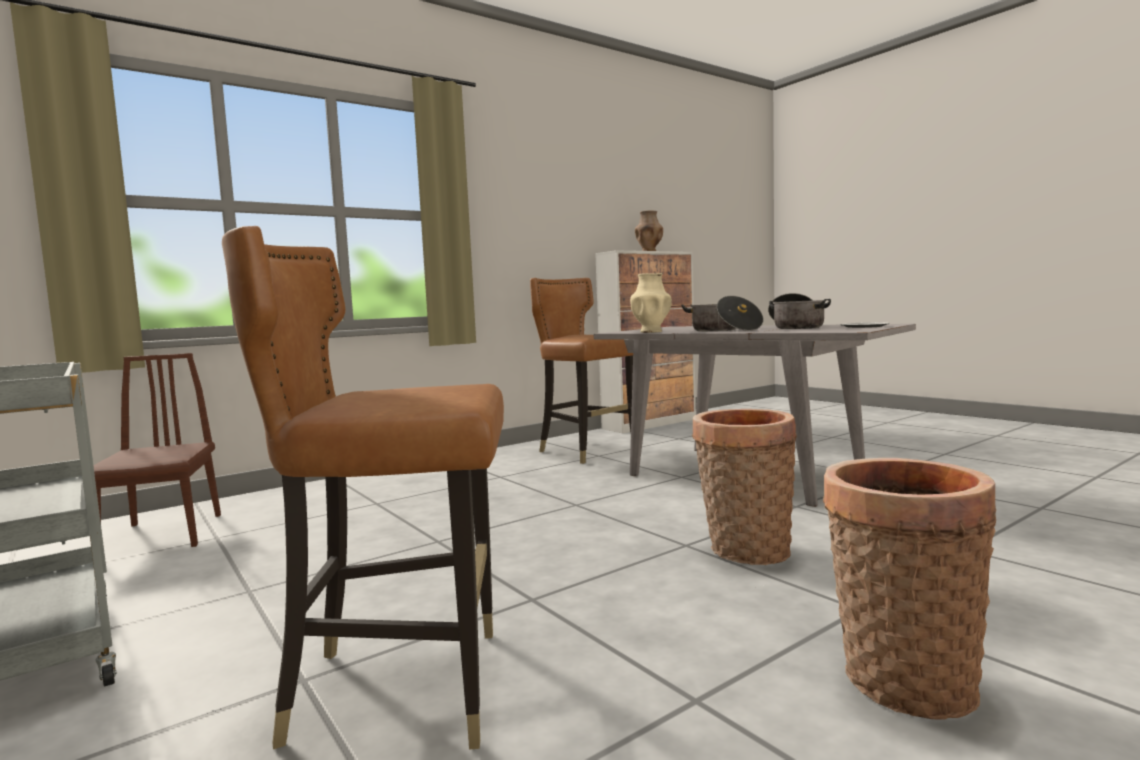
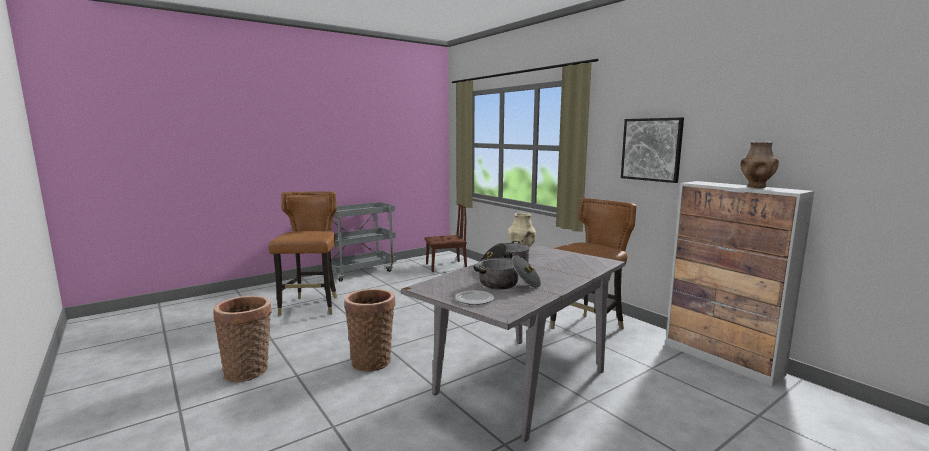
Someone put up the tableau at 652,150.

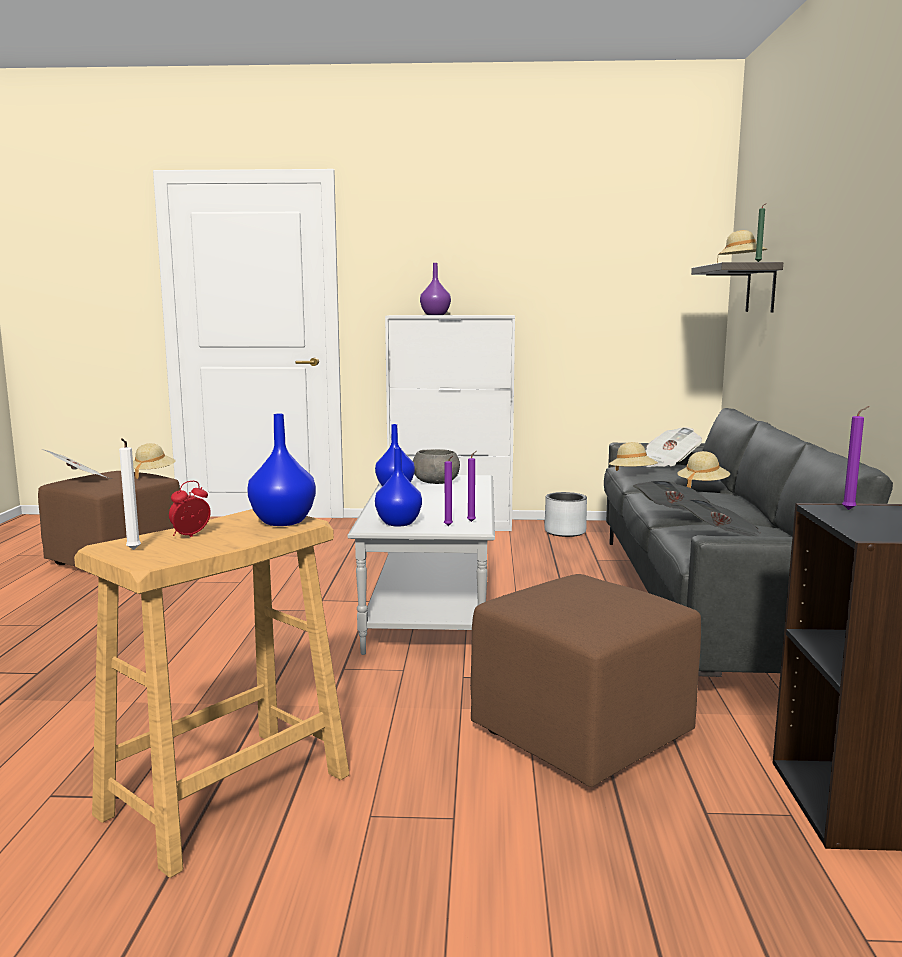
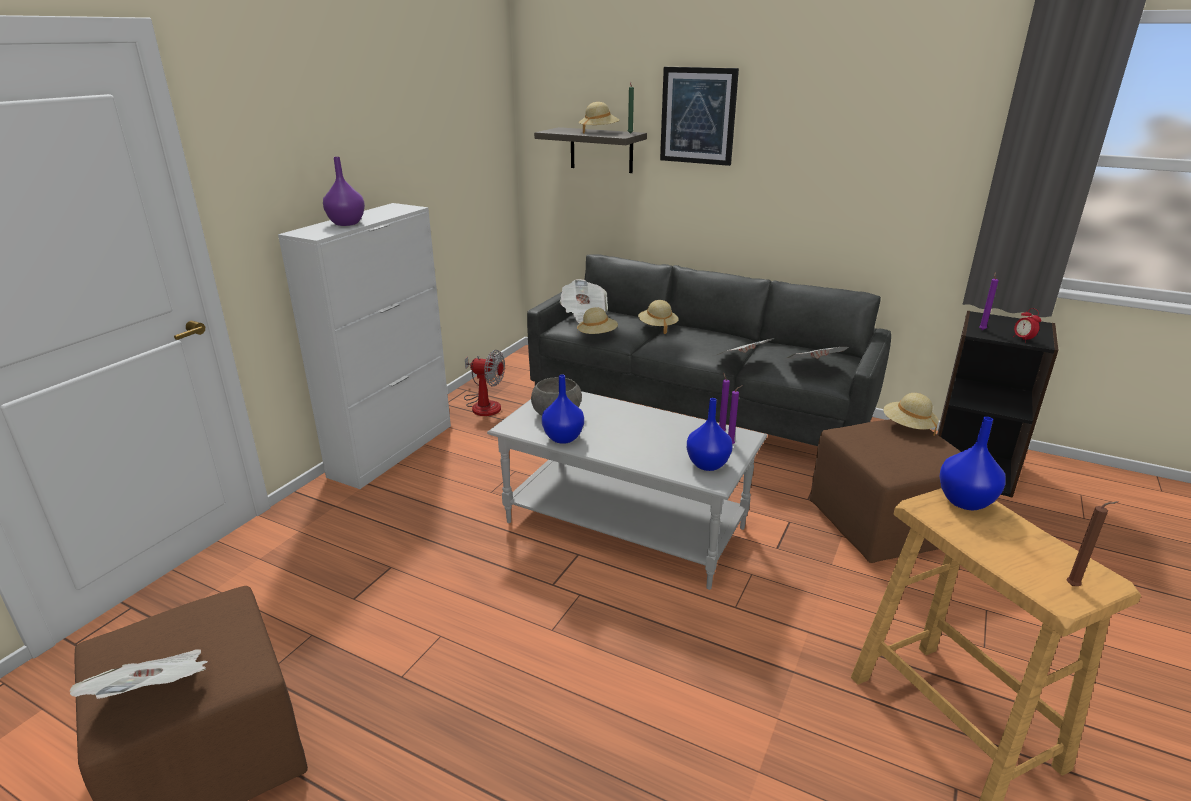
Someone repainted the bougie [blanc] at 130,494, which became the bougie [marron] at 1092,543.
Someone carried the chapeau [beige] from 154,461 to 910,414.
Someone carried the réveil from 190,509 to 1027,325.
Someone swapped the cache-pot [gris] at 565,514 for the ventilateur at 484,383.
Someone put up the tableau at 699,116.

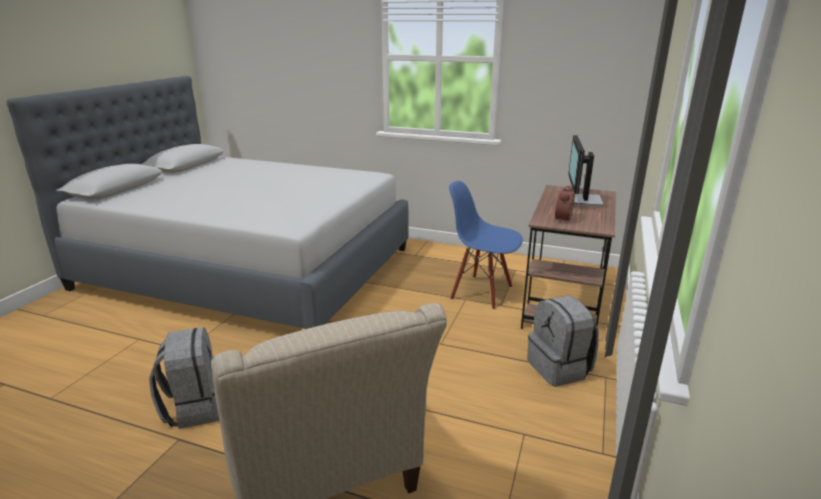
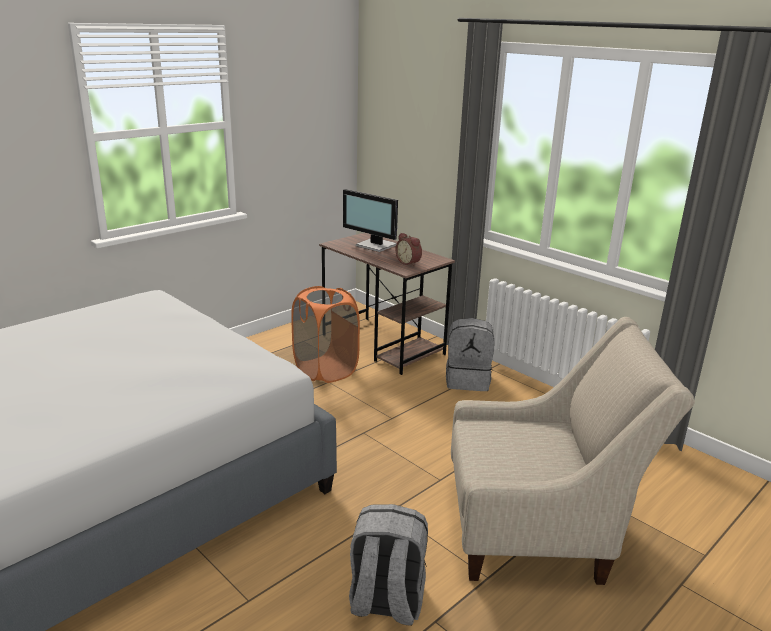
Someone swapped the chaise [bleu] at 486,245 for the panier à linge [orange] at 325,334.

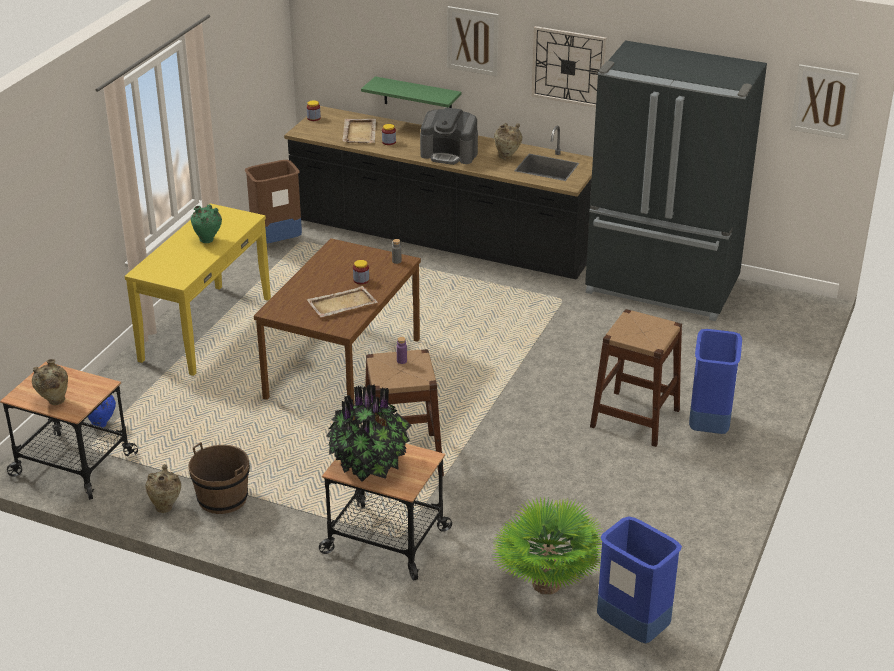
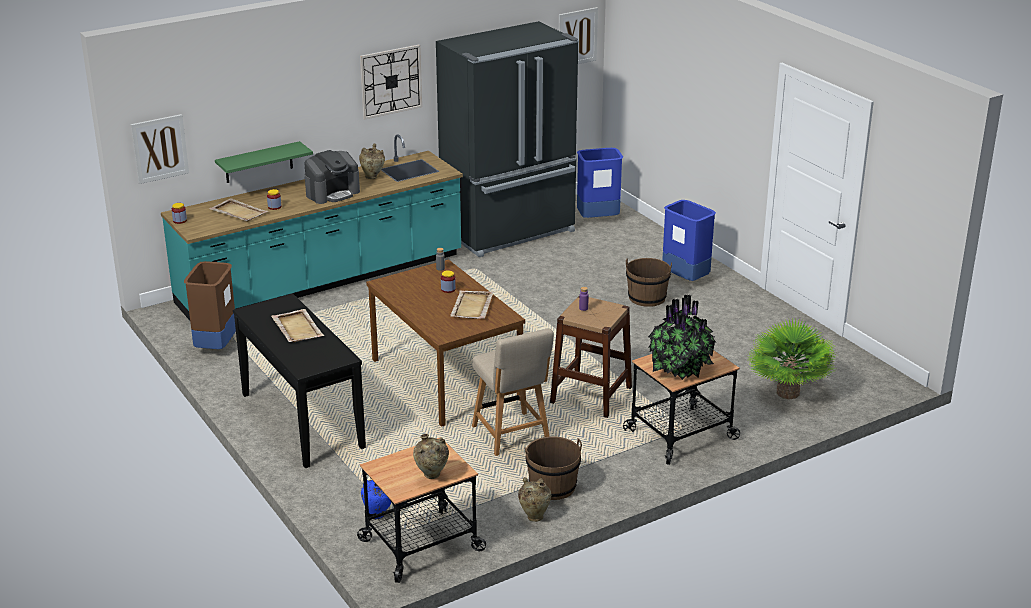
Someone repainted the table console [jaune] at 198,289, which became the table console [noir] at 299,381.
Someone swapped the vase [vert] at 206,223 for the plateau [beige] at 297,325.
Someone repainted the comptoir de cuisine [noir] at 438,193, which became the comptoir de cuisine [turquoise] at 312,227.
Someone carried the tableau from 473,41 to 160,149.
Someone swapped the tabouret [marron] at 636,378 for the seau [marron] at 649,282.
Someone carried the poubelle [bleu] from 639,579 to 600,183.
Someone put down the chaise [beige] at 513,392.

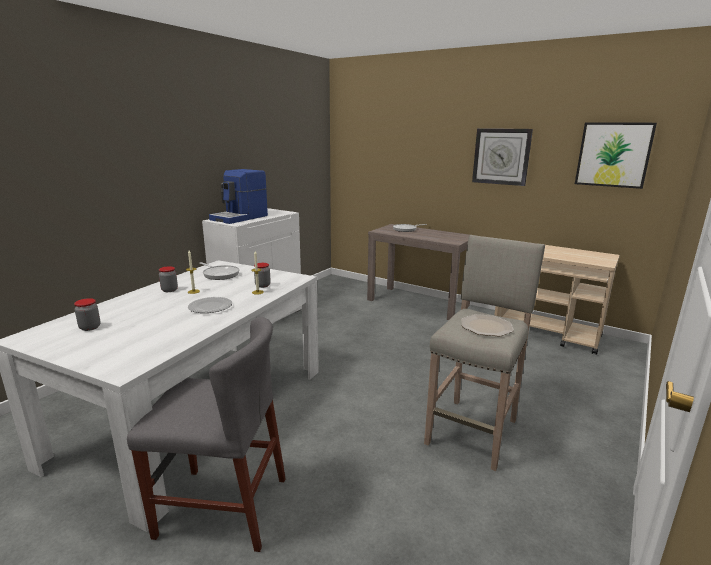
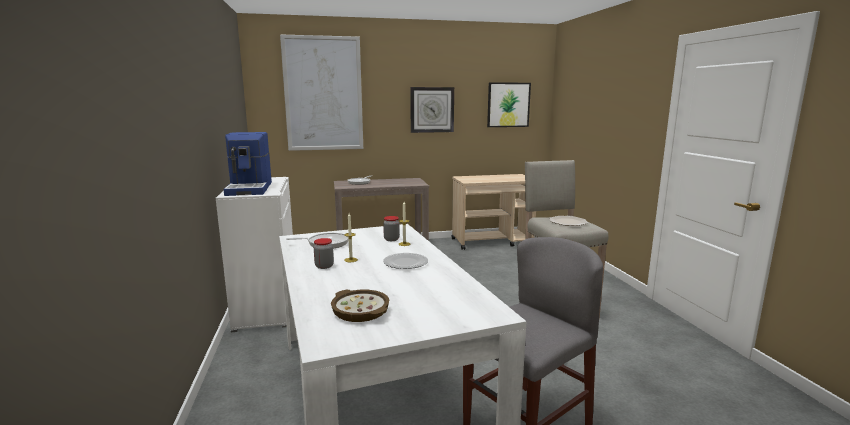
Someone swapped the bocal at 87,314 for the bol at 360,305.
Someone put up the tableau at 321,92.

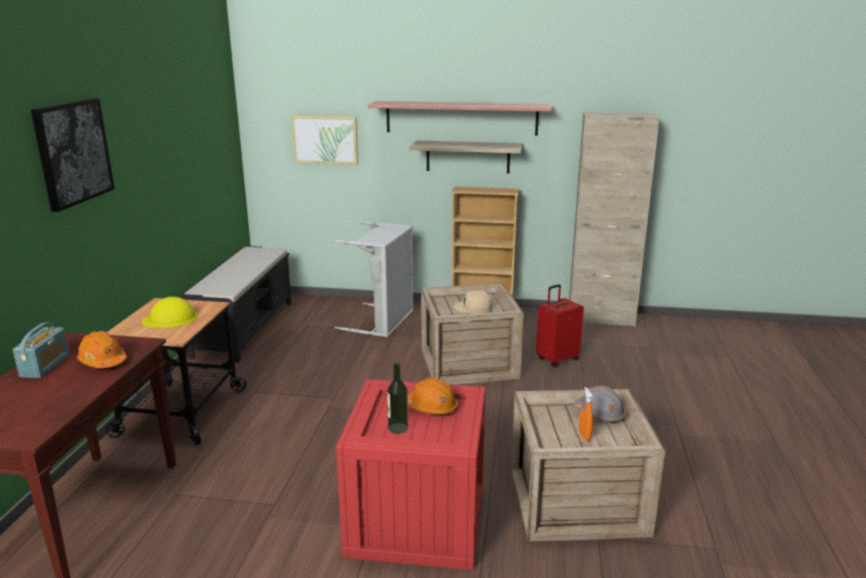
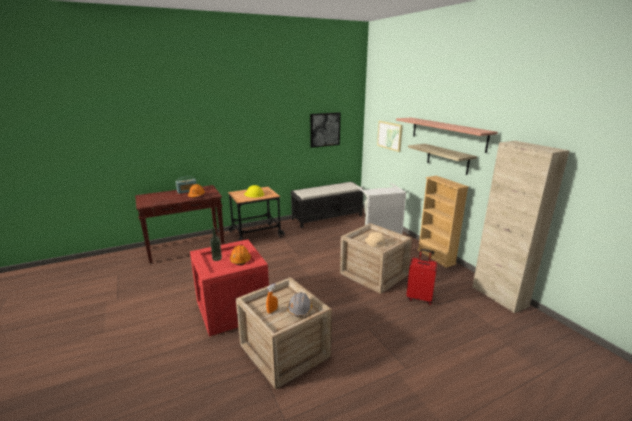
Someone carried the tableau from 73,155 to 325,130.

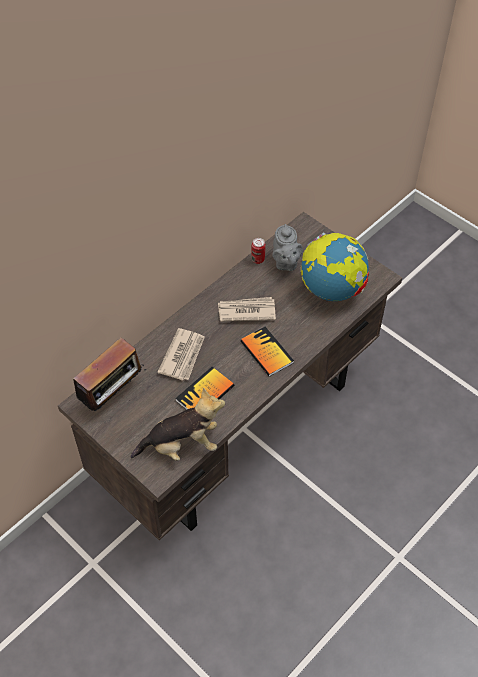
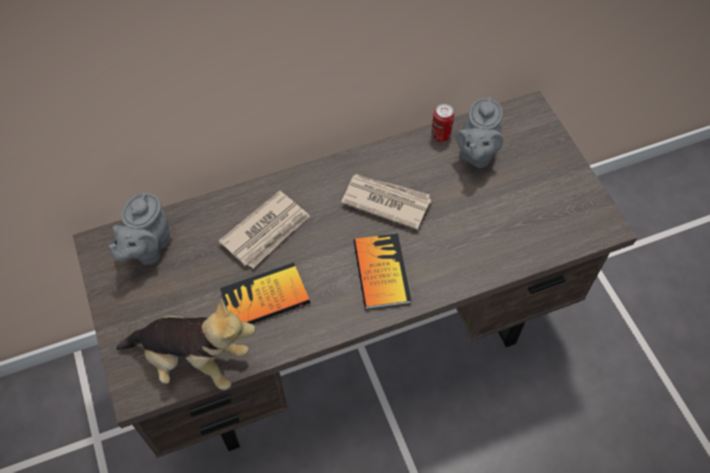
Someone swapped the radio at 105,374 for the théière [gris] at 140,229.
Someone took away the globe at 335,267.

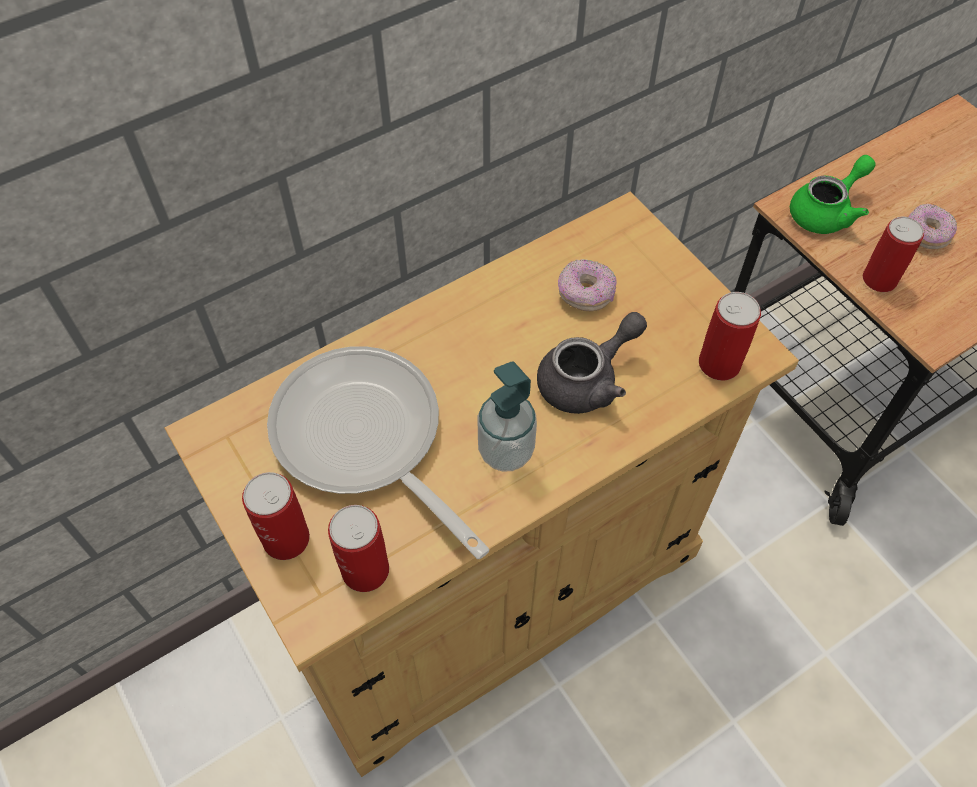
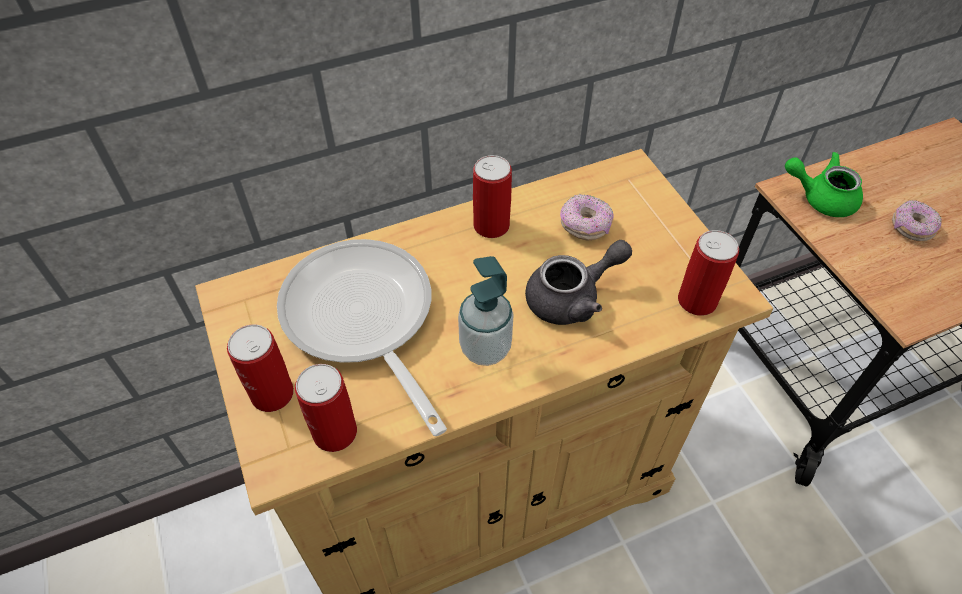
Someone rotated the théière [vert] at 833,194 by 135 degrees counterclockwise.
Someone carried the boîte métallique from 893,254 to 492,196.

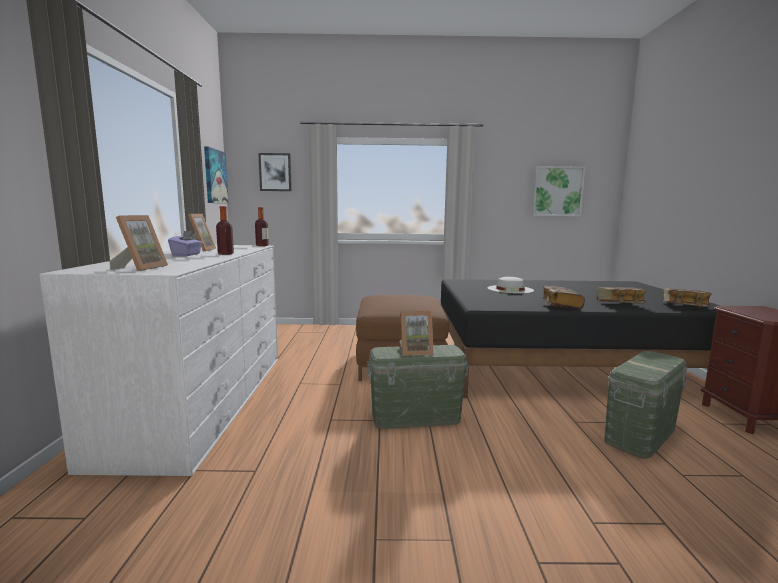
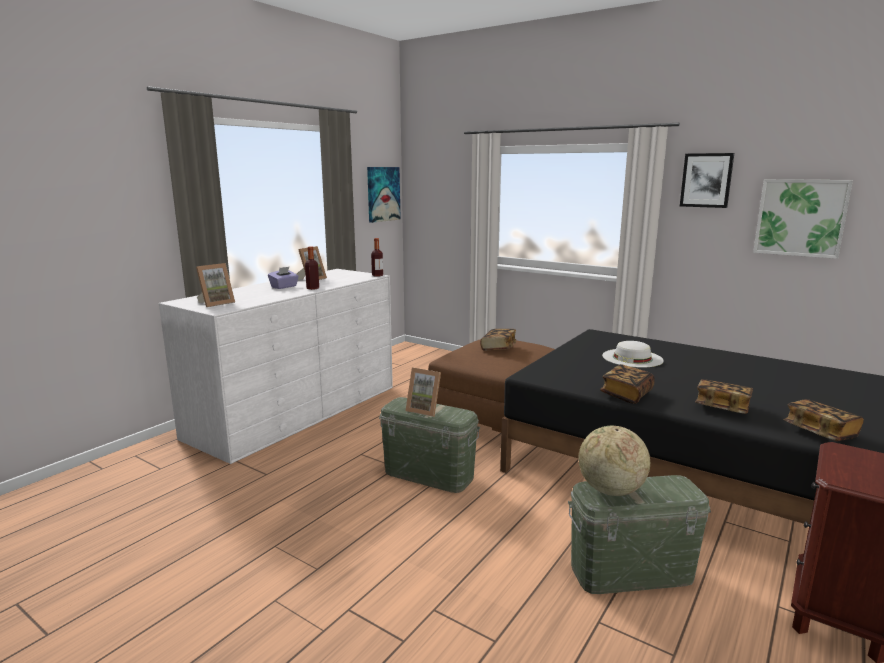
Someone carried the tableau from 275,172 to 707,180.
Someone put down the livre at 499,340.
Someone put down the globe at 614,460.

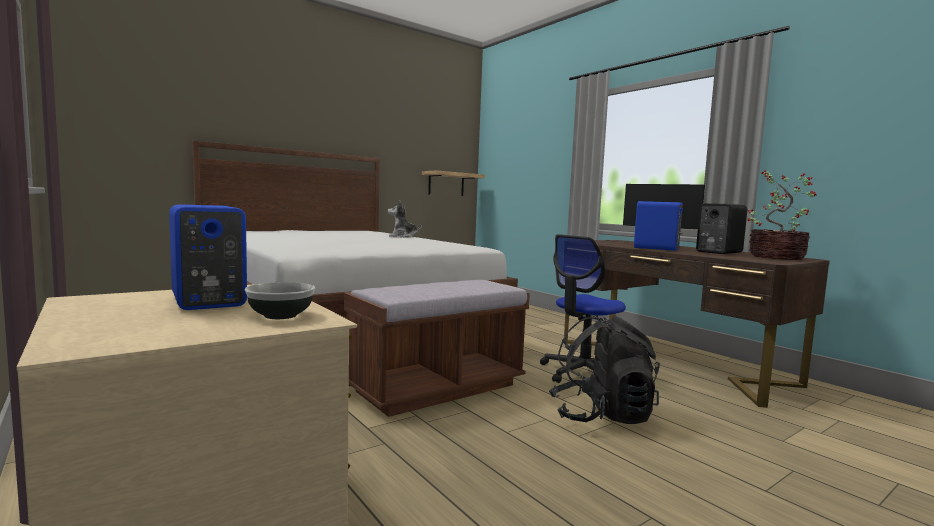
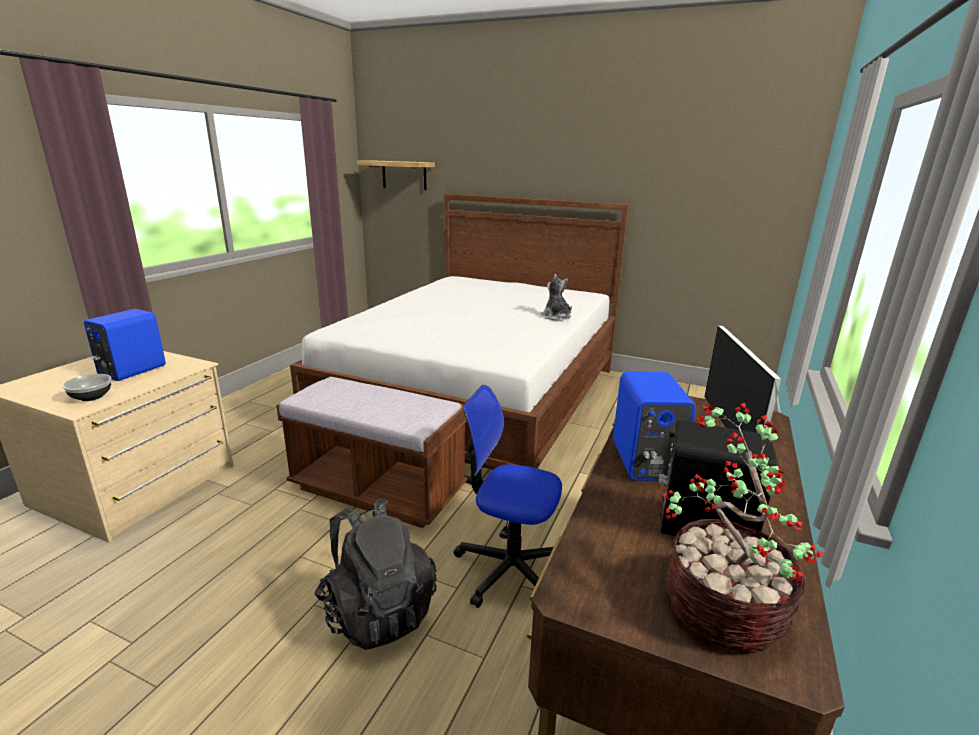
Someone carried the étagère from 453,183 to 396,175.

